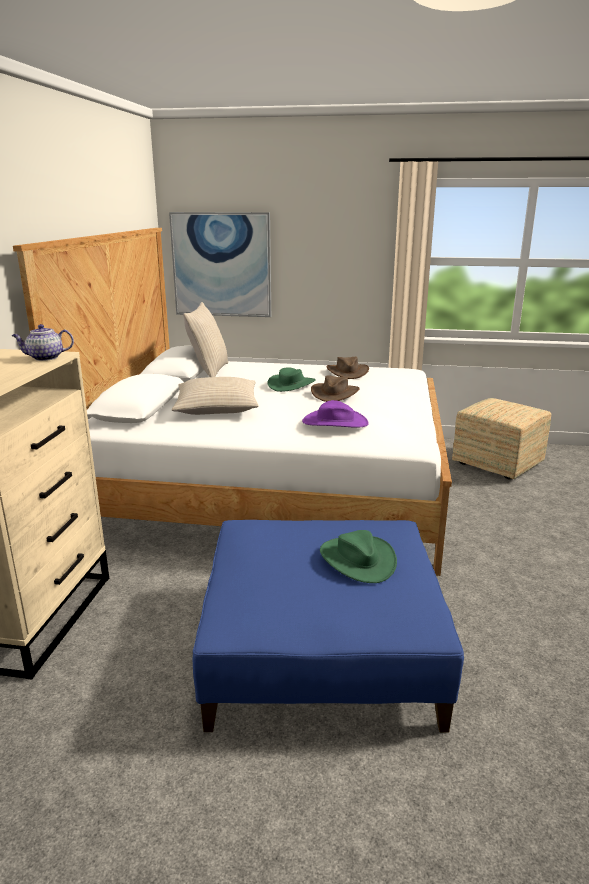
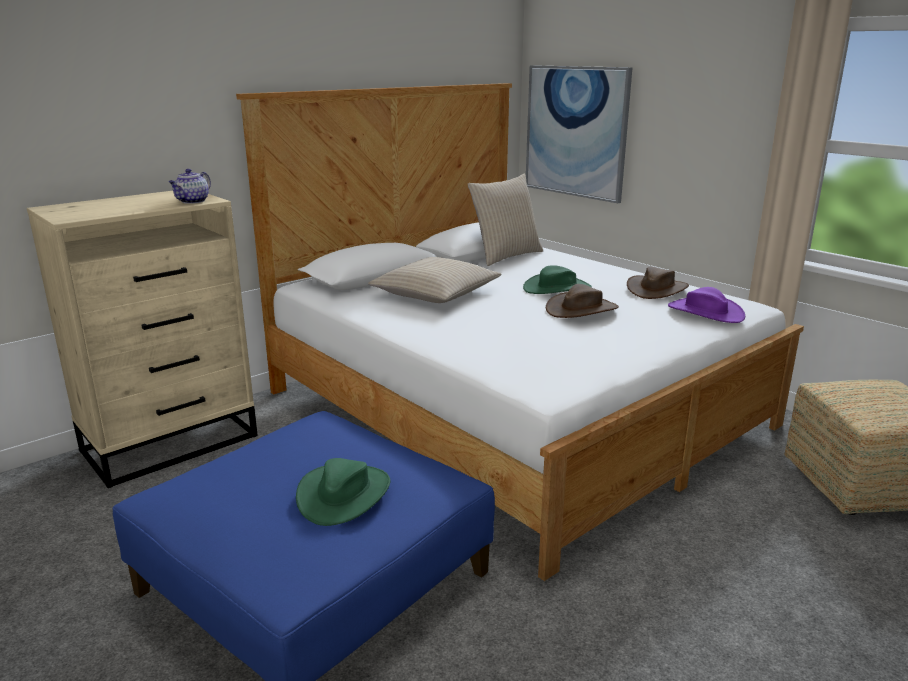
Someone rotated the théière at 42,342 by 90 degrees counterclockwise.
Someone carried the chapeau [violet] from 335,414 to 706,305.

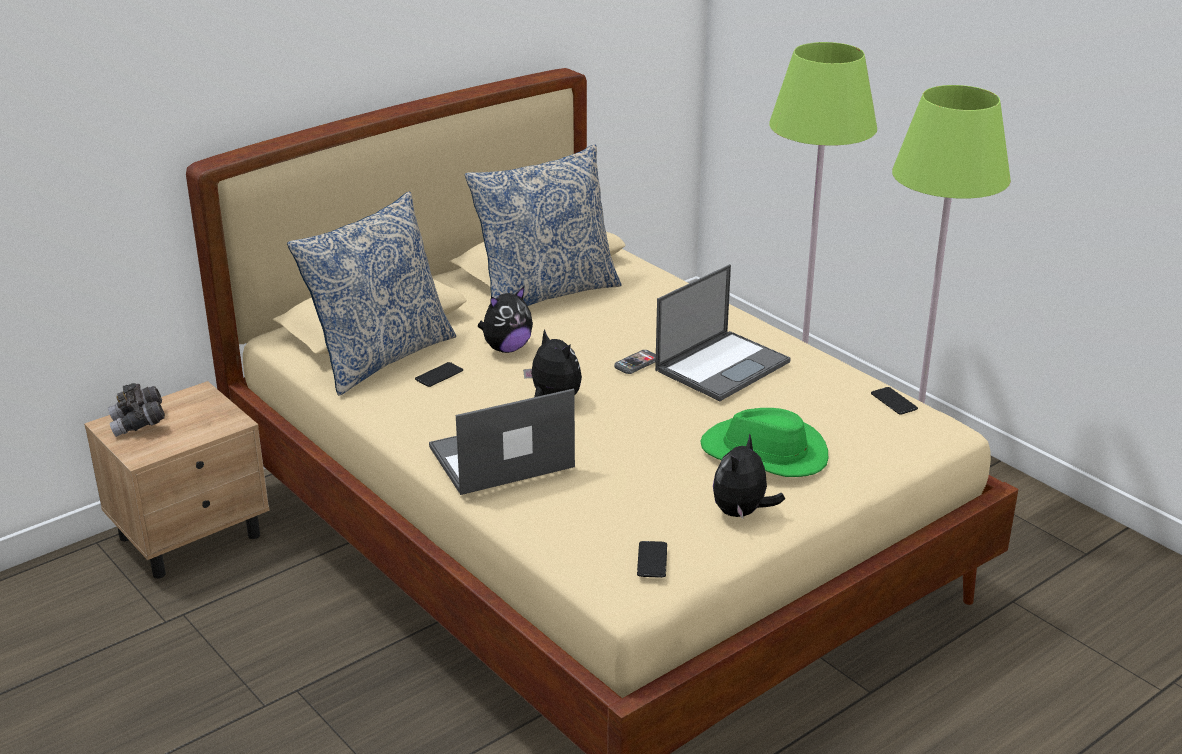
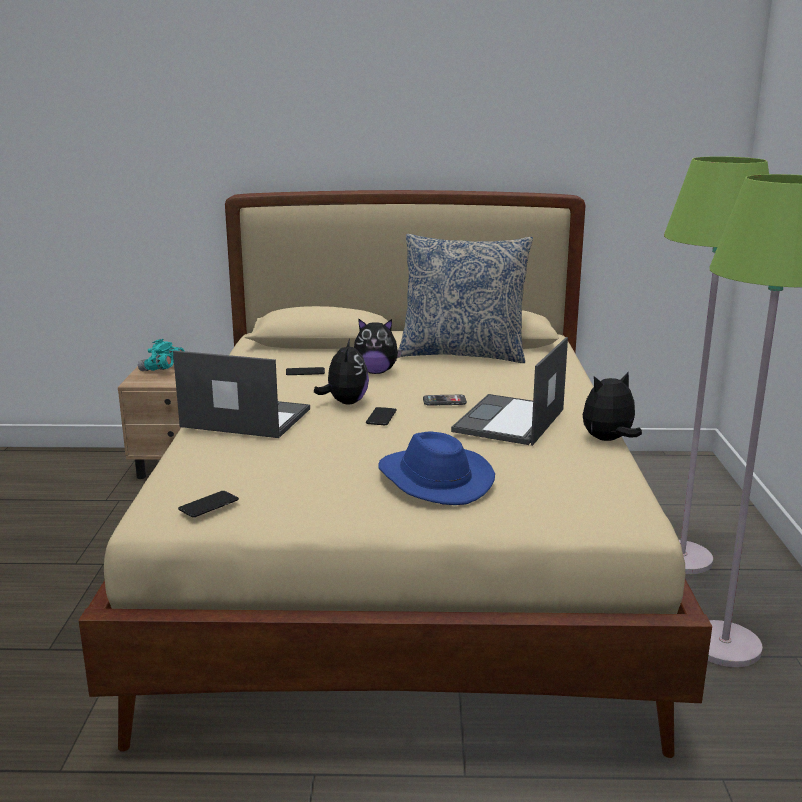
Someone repainted the jumelles [gris] at 136,410, which became the jumelles [turquoise] at 161,355.
Someone took away the coussin at 371,293.
Someone rotated the ordinateur portable at 723,332 by 120 degrees clockwise.
Someone repainted the chapeau [vert] at 764,442, which became the chapeau [bleu] at 436,468.
Someone carried the peluche from 749,476 to 612,406.
Someone carried the téléphone from 894,400 to 381,416.

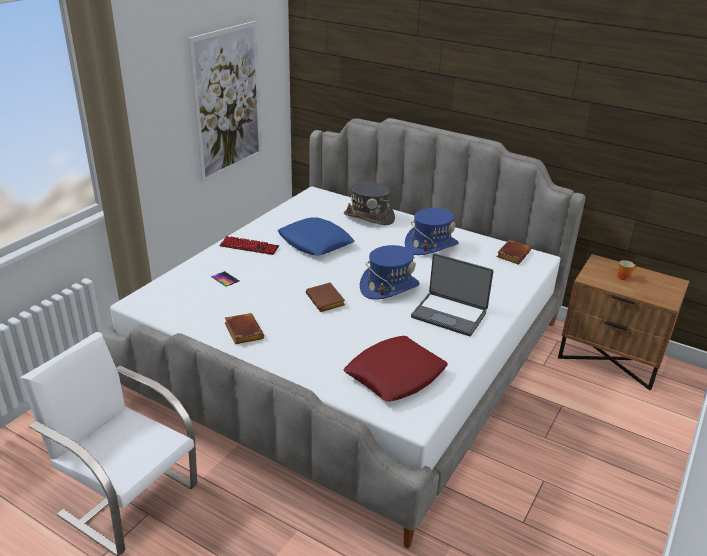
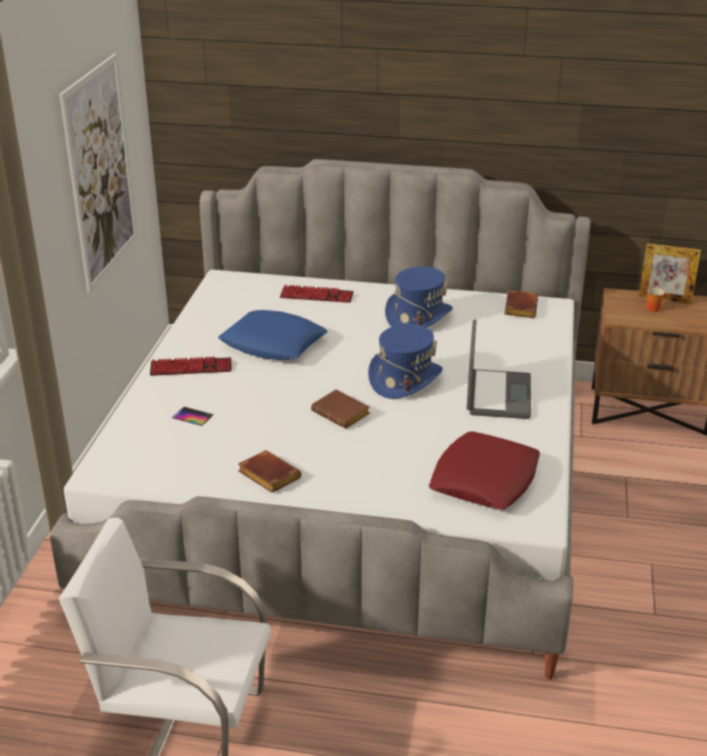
Someone swapped the chapeau [gris] at 369,203 for the clavier at 317,294.
Someone rotated the ordinateur portable at 452,294 by 90 degrees counterclockwise.
Someone put down the cadre photo at 670,273.

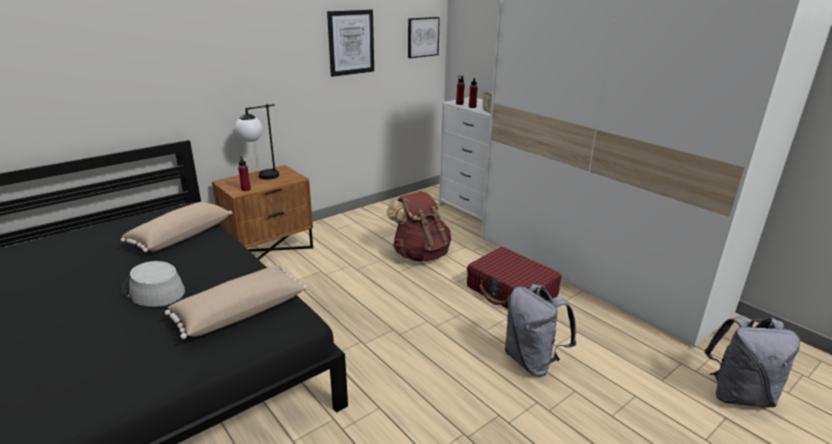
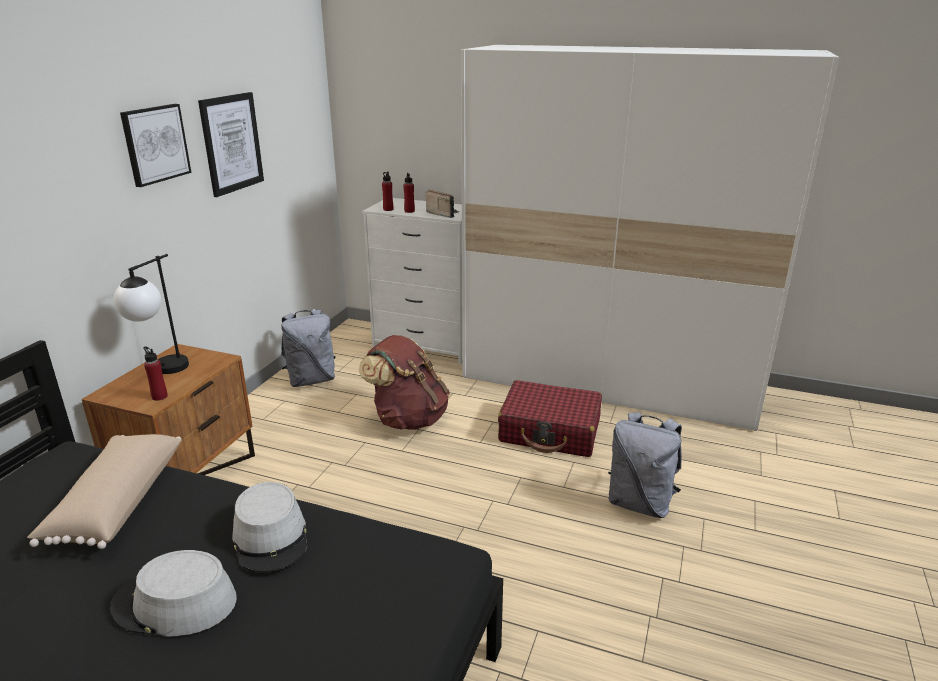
Someone took away the coussin [beige] at 236,302.
Someone carried the tableau from 424,37 to 155,145.
Someone carried the sac à dos [gris] from 752,362 to 308,348.
Someone put down the chapeau [gris] at 269,527.

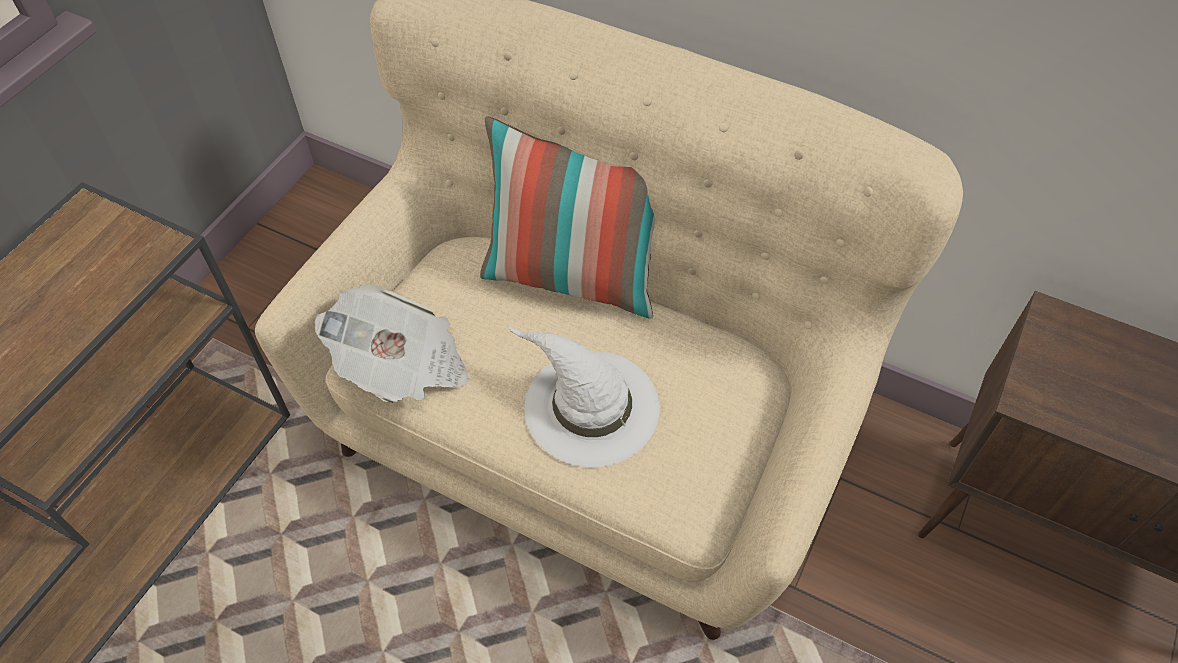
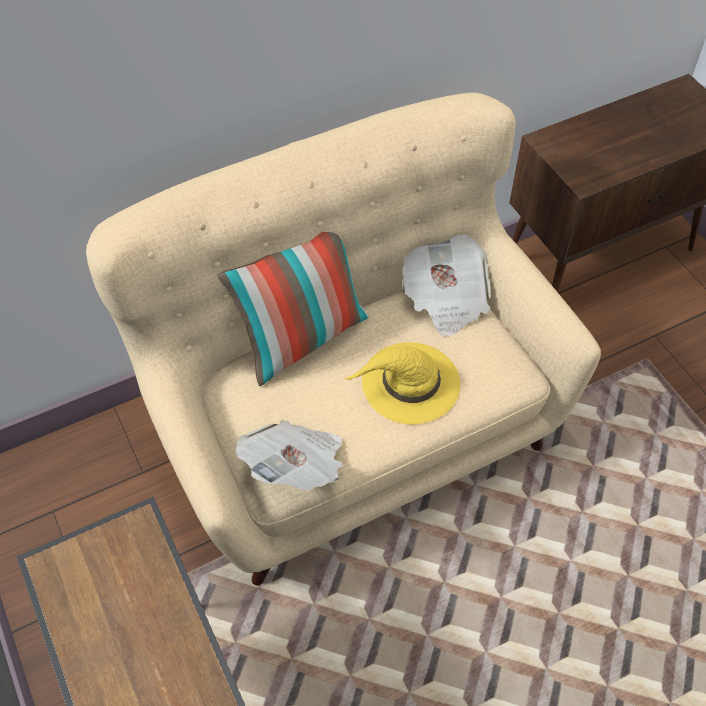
Someone repainted the chapeau [blanc] at 583,396, which became the chapeau [jaune] at 402,383.
Someone put down the journal at 446,286.

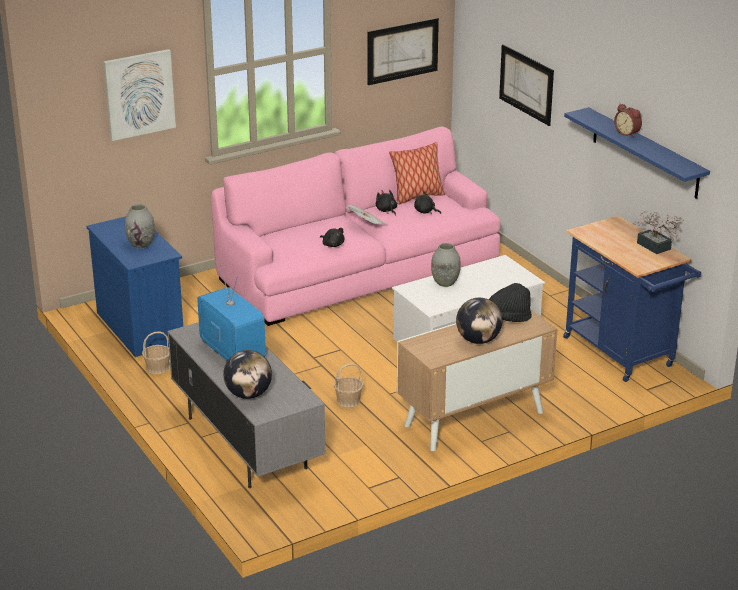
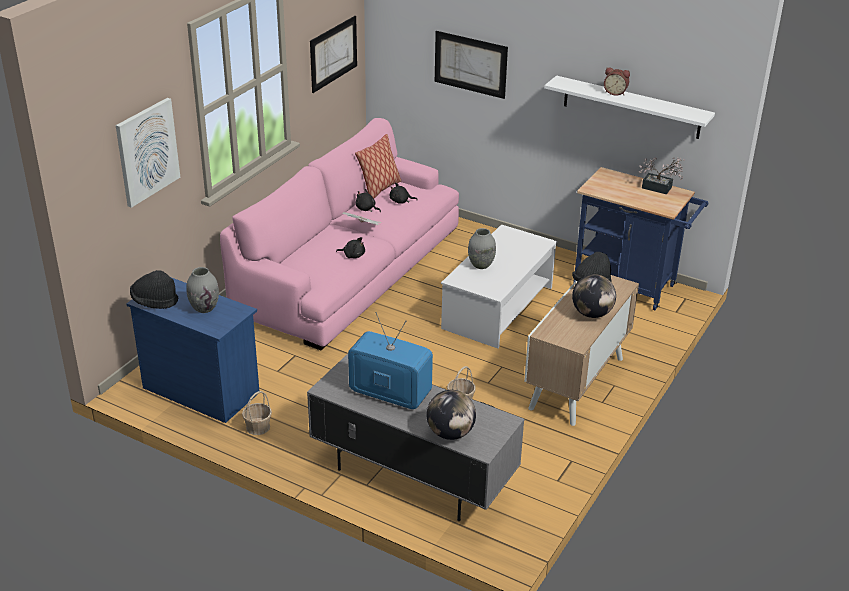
Someone repainted the étagère [bleu] at 637,153, which became the étagère [blanc] at 629,107.
Someone put down the chapeau [noir] at 154,289.

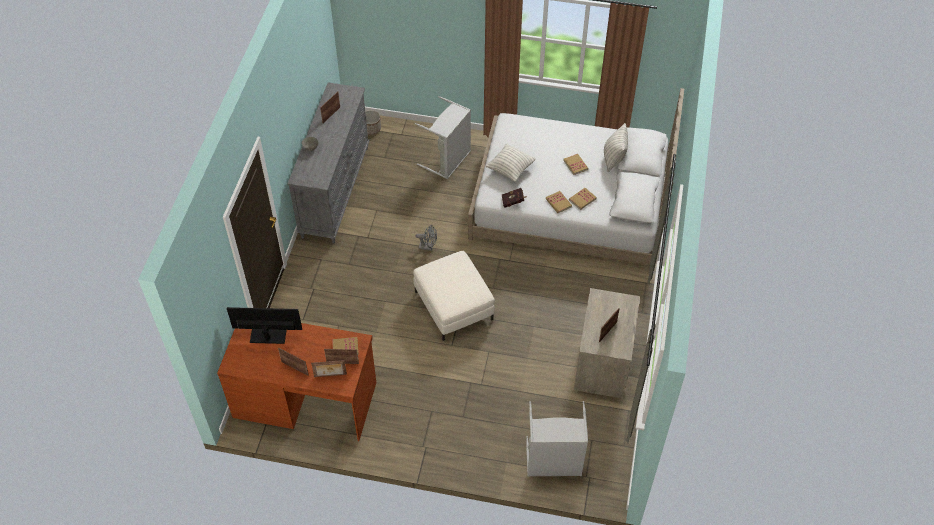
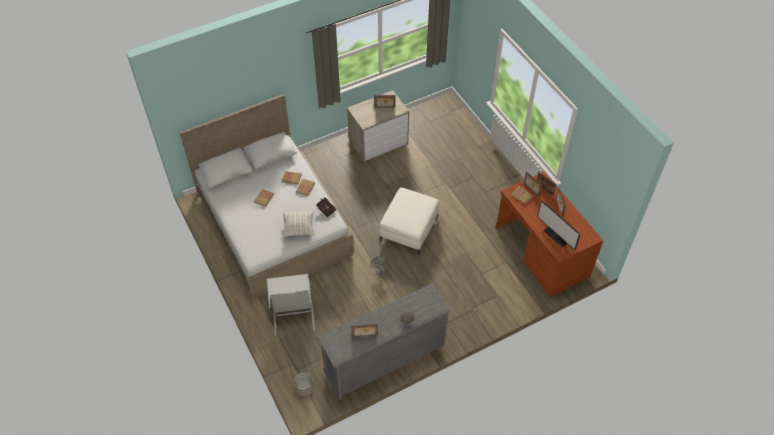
Someone took away the panier à linge [gris] at 557,439.
Someone took away the coussin at 616,147.

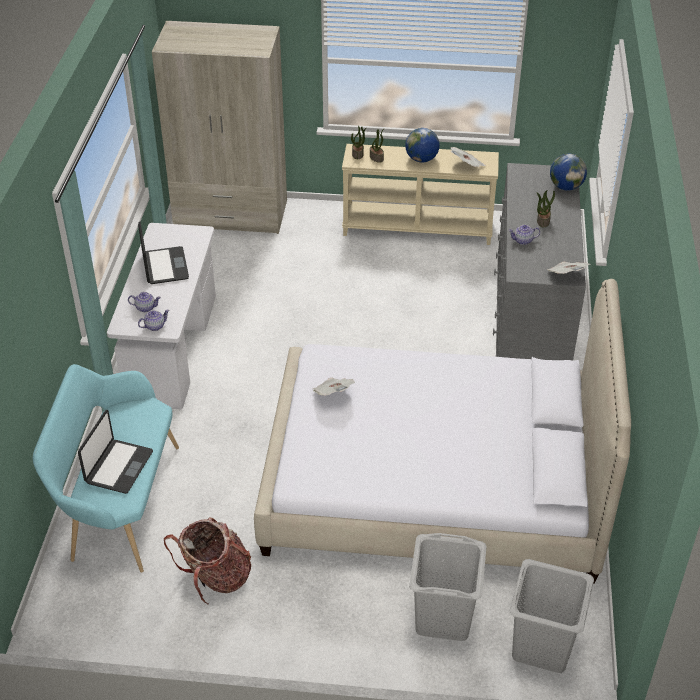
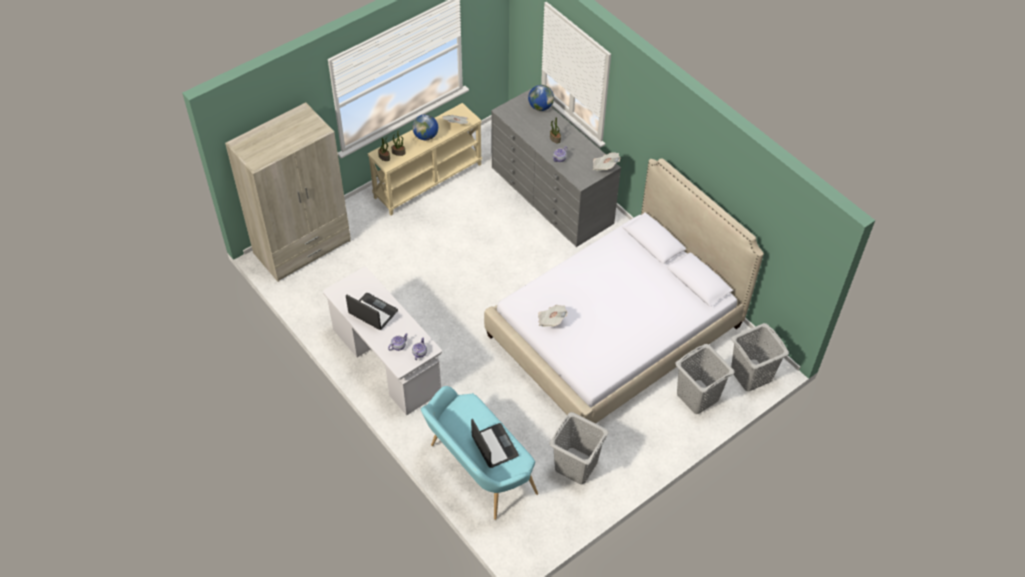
Someone swapped the sac à dos at 207,560 for the panier à linge [gris] at 579,448.

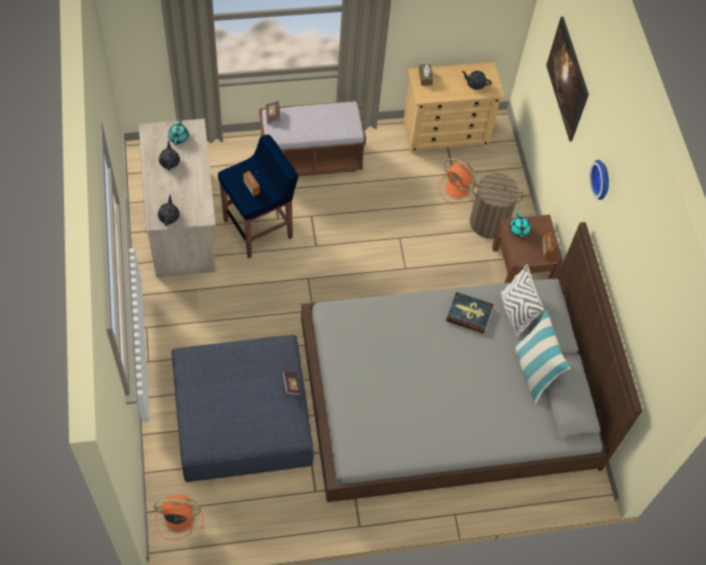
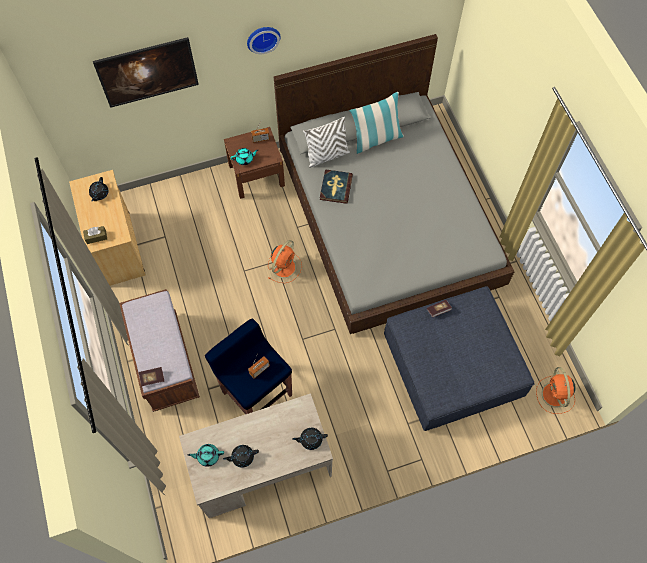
Someone carried the ventilateur [orange] from 458,181 to 285,261.
Someone took away the panier à linge at 496,206.

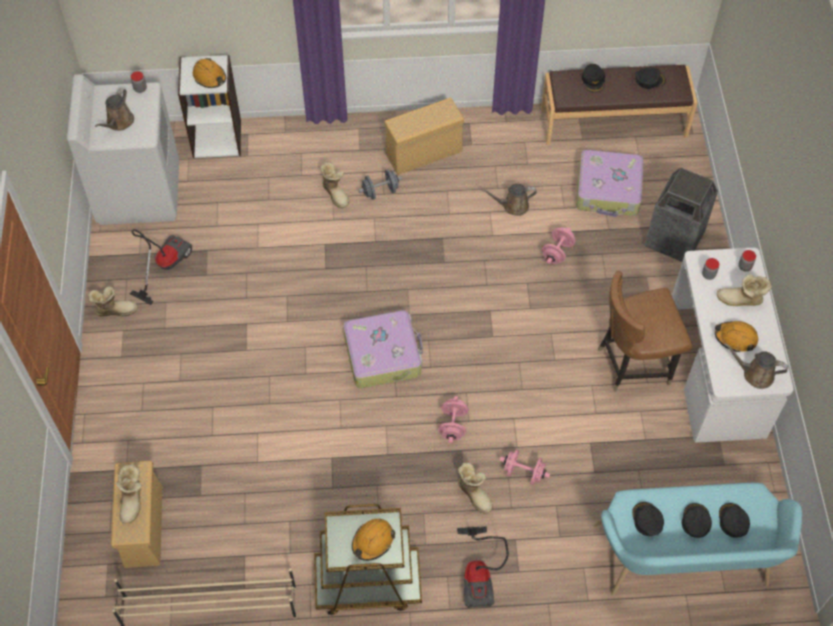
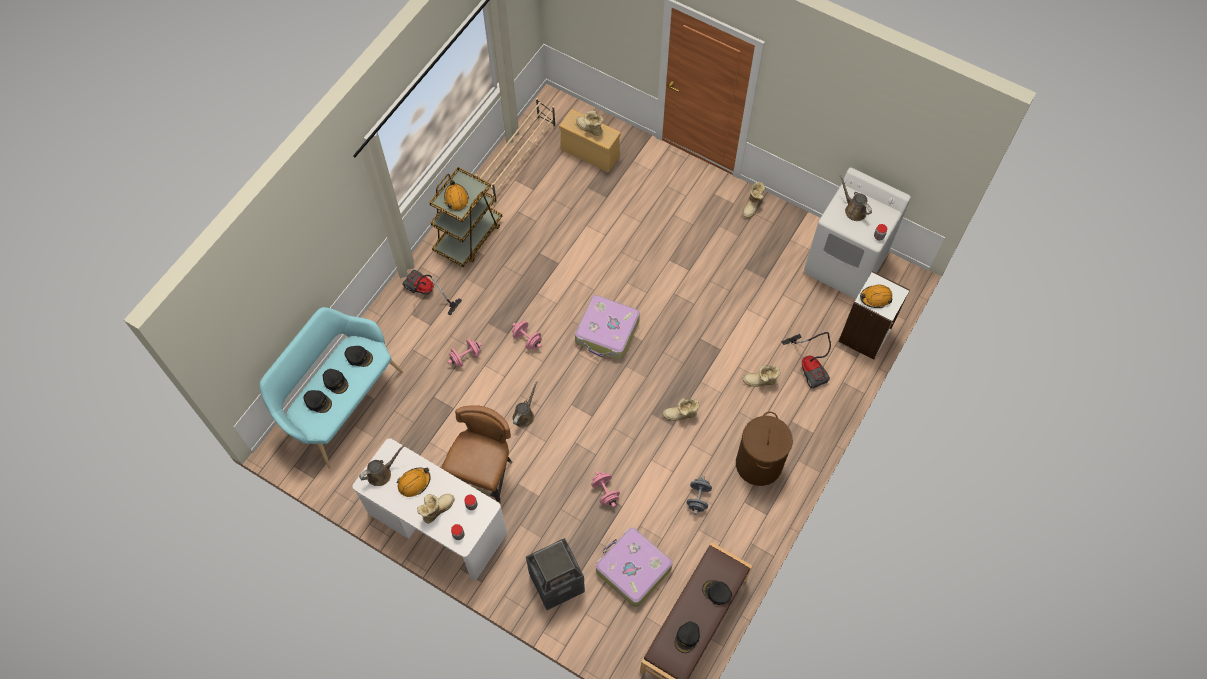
Someone carried the aspirateur from 161,267 to 806,360.
Someone carried the haltère [gris] from 380,184 to 699,495.
Someone swapped the boîte de rangement [beige] at 424,136 for the panier à linge [marron] at 764,449.
Someone carried the botte from 475,488 to 681,409.
Someone carried the arrosoir [marron] from 509,200 to 525,404.

